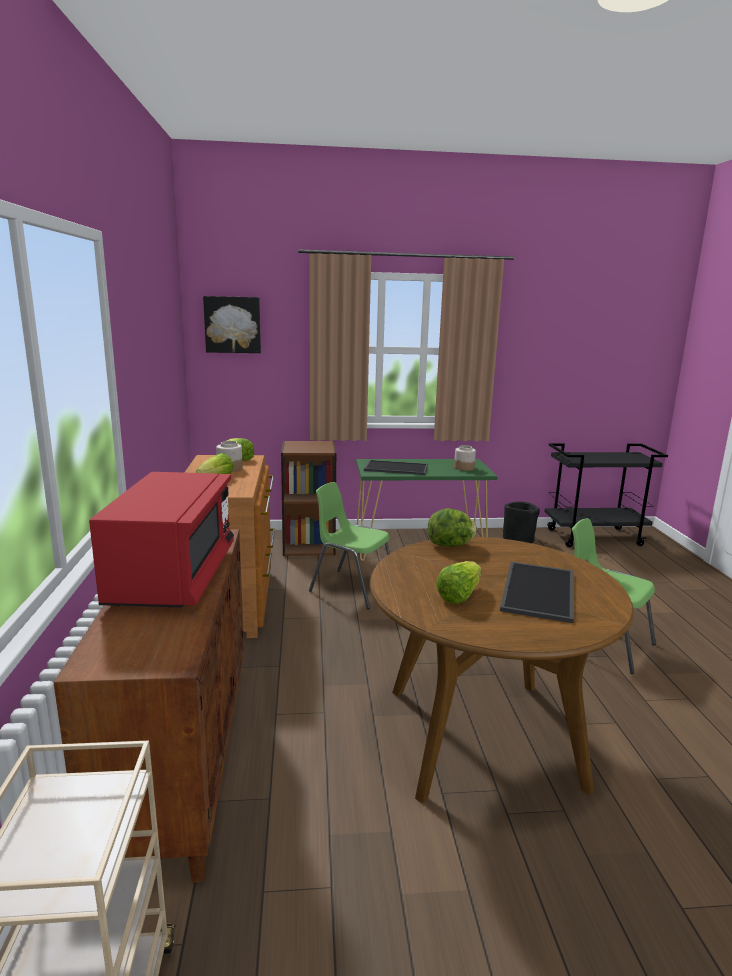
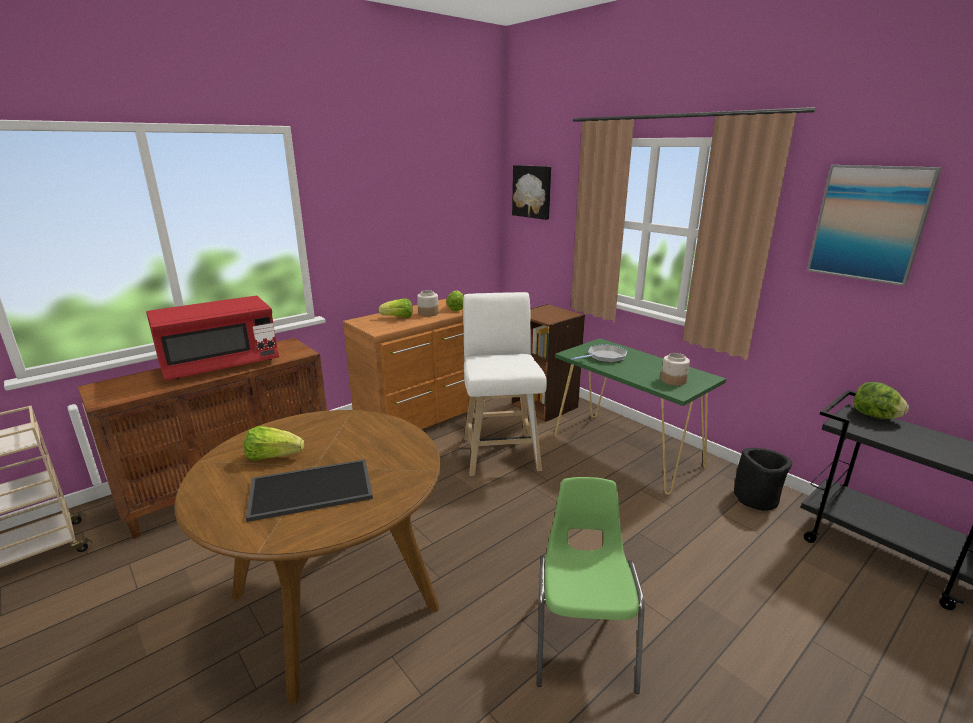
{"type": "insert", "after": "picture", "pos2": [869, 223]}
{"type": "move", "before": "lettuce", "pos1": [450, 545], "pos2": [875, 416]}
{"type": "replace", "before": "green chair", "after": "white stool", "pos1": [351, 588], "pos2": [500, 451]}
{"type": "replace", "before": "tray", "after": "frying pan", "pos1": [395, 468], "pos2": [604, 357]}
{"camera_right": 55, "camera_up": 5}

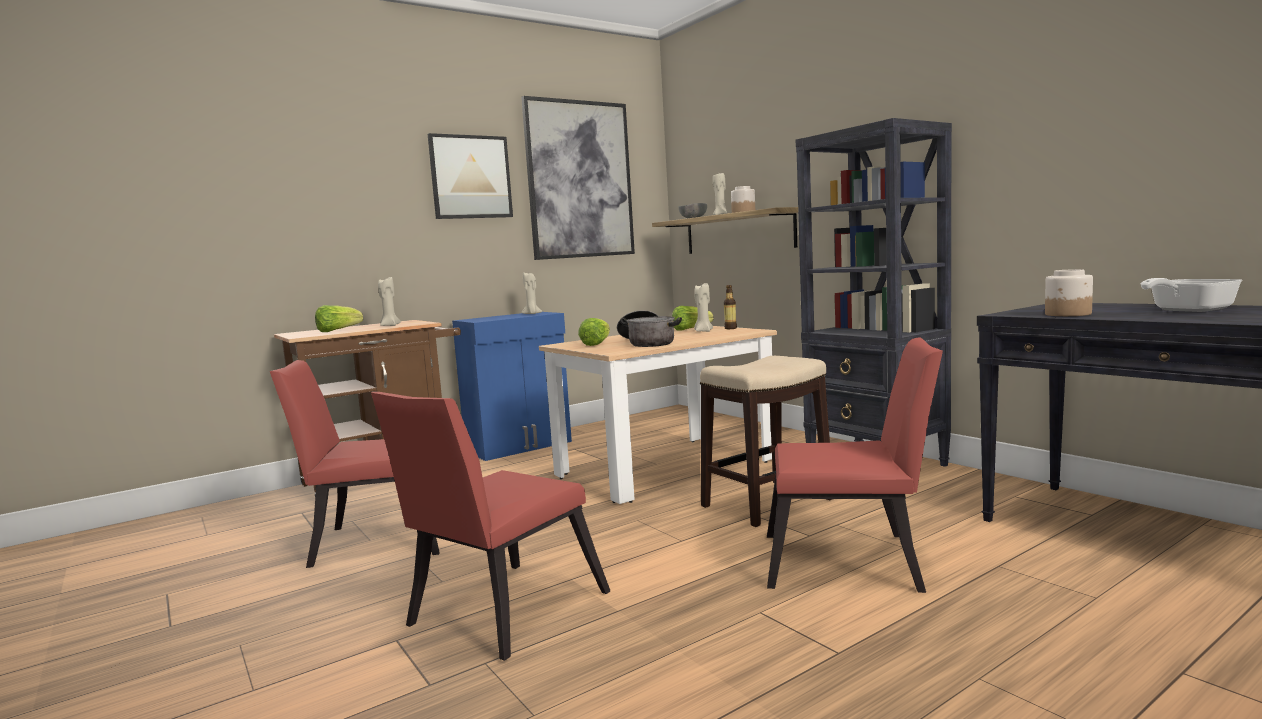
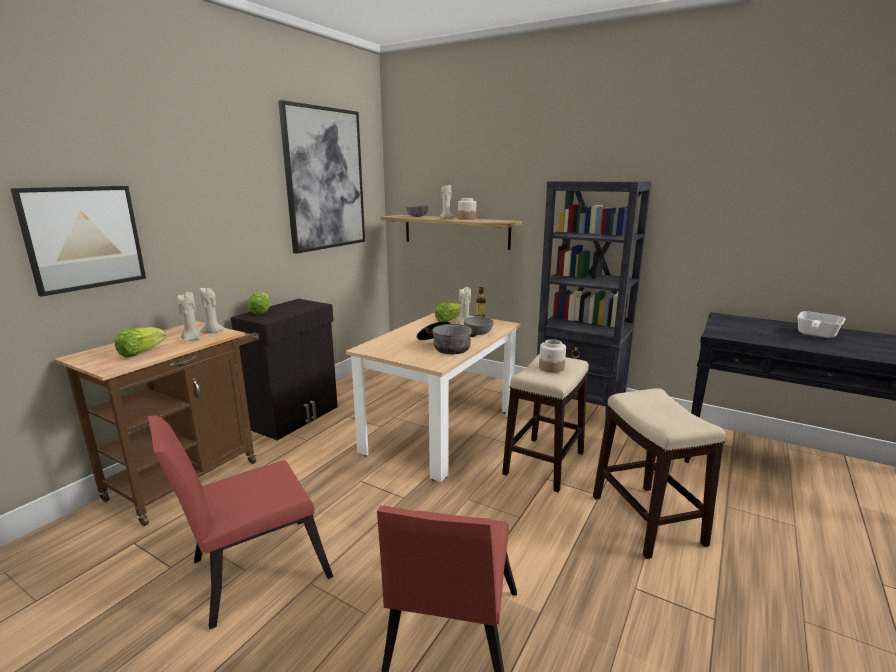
{"type": "insert", "after": "grey bowl", "pos2": [479, 333]}
{"type": "move", "before": "picture", "pos1": [471, 177], "pos2": [84, 238]}
{"type": "move", "before": "beige candle", "pos1": [532, 314], "pos2": [213, 332]}
{"type": "move", "before": "lettuce", "pos1": [596, 344], "pos2": [261, 311]}
{"type": "move", "before": "jar", "pos1": [1068, 314], "pos2": [551, 368]}
{"type": "replace", "before": "red chair", "after": "stool", "pos1": [851, 563], "pos2": [647, 520]}
{"type": "recolor", "before": "blue cabinet", "after": "black cabinet", "pos1": [520, 446], "pos2": [295, 417]}
{"camera_right": -25, "camera_up": 10}

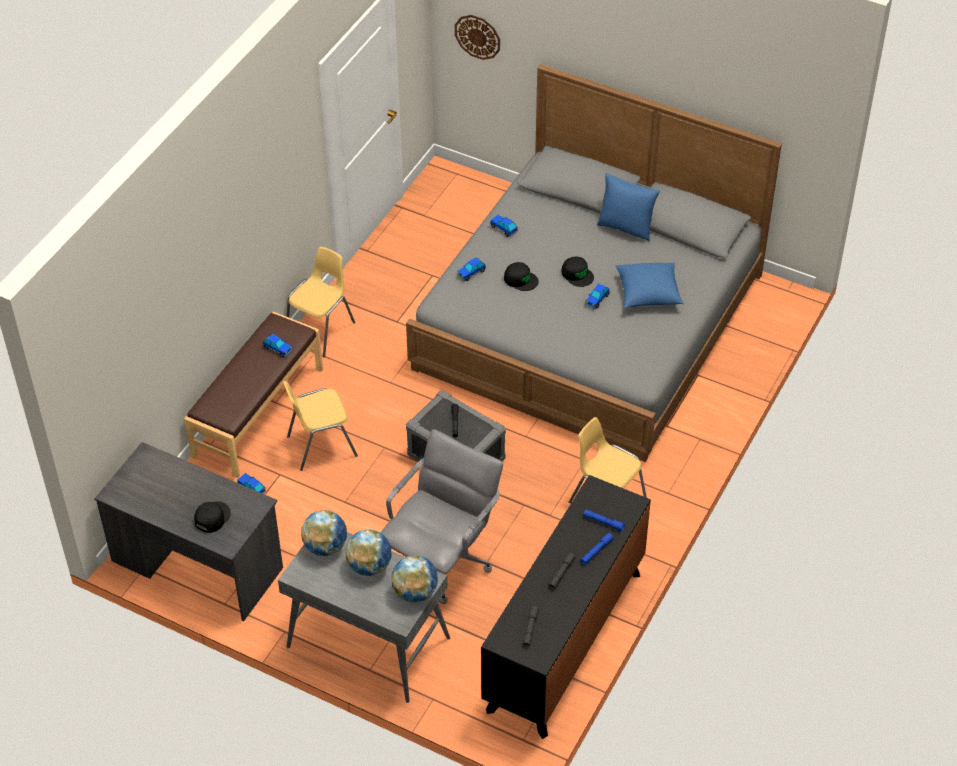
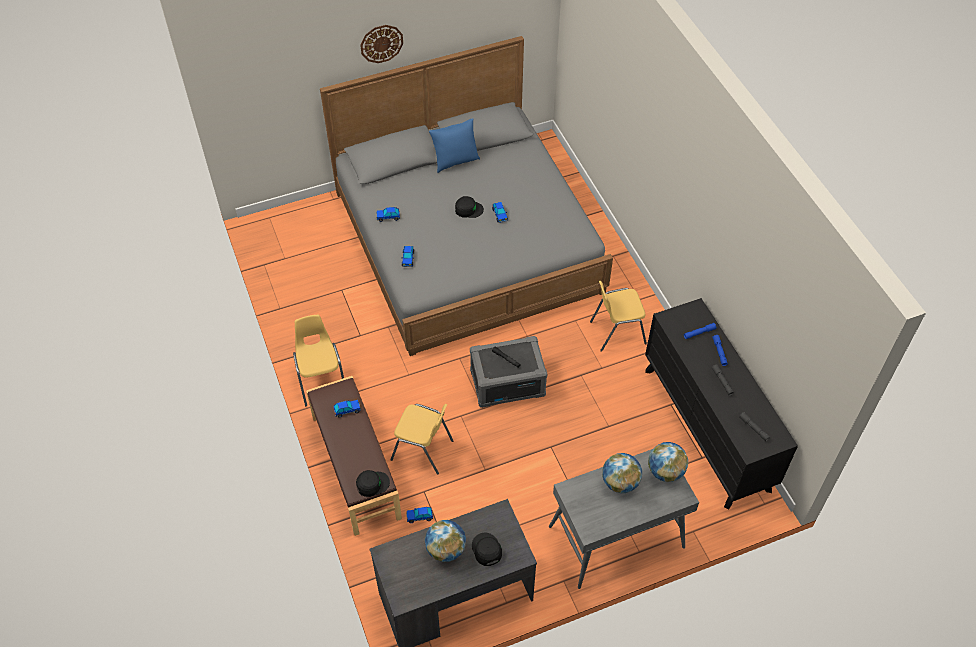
{"type": "delete", "before": "grey office chair", "pos1": [442, 561]}
{"type": "delete", "before": "blue pillow", "pos1": [648, 294]}
{"type": "move", "before": "globe", "pos1": [325, 546], "pos2": [446, 549]}
{"type": "move", "before": "wall clock", "pos1": [477, 36], "pos2": [381, 43]}
{"type": "move", "before": "black cap", "pos1": [520, 279], "pos2": [372, 484]}
{"type": "rotate", "before": "yellow chair", "pos1": [321, 445], "pos2": [423, 450], "turn": -90}
{"camera_right": -50, "camera_up": 5}

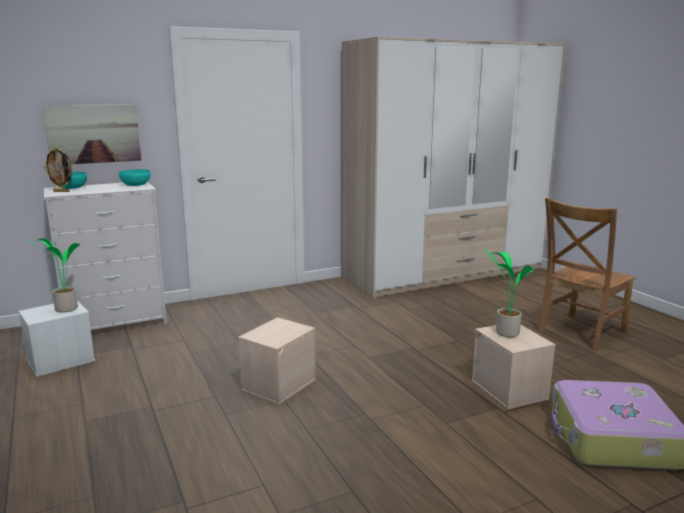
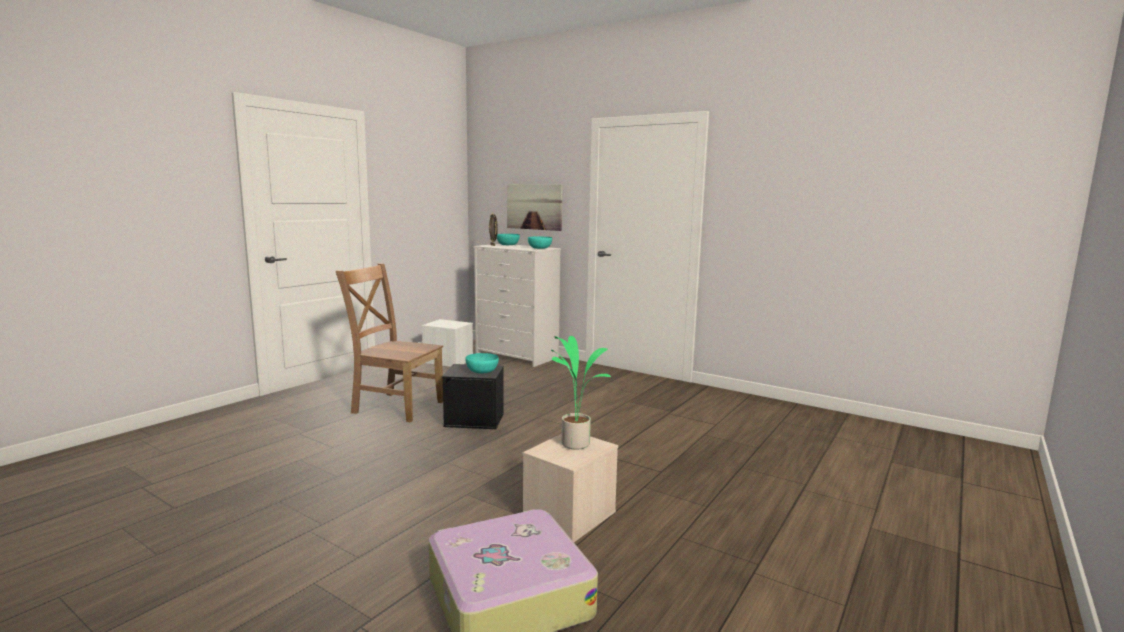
{"type": "delete", "before": "potted plant", "pos1": [64, 309]}
{"type": "delete", "before": "wardrobe", "pos1": [445, 273]}
{"type": "insert", "after": "turquoise bowl", "pos2": [481, 371]}
{"type": "move", "before": "brown chair", "pos1": [579, 332], "pos2": [395, 406]}
{"type": "recolor", "before": "beige storage box", "after": "black storage box", "pos1": [279, 384], "pos2": [475, 419]}
{"camera_right": 60, "camera_up": -5}

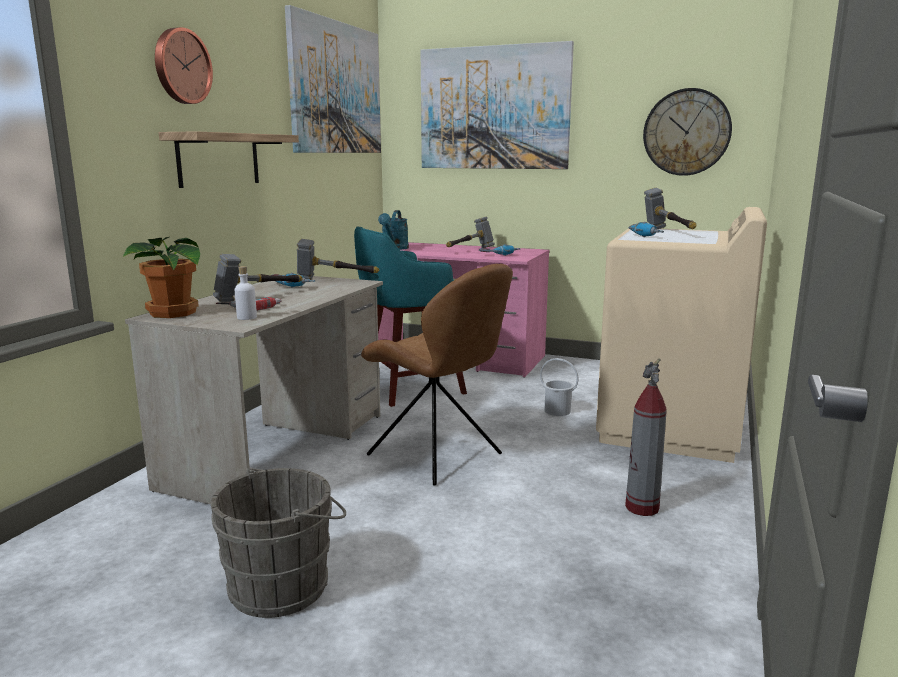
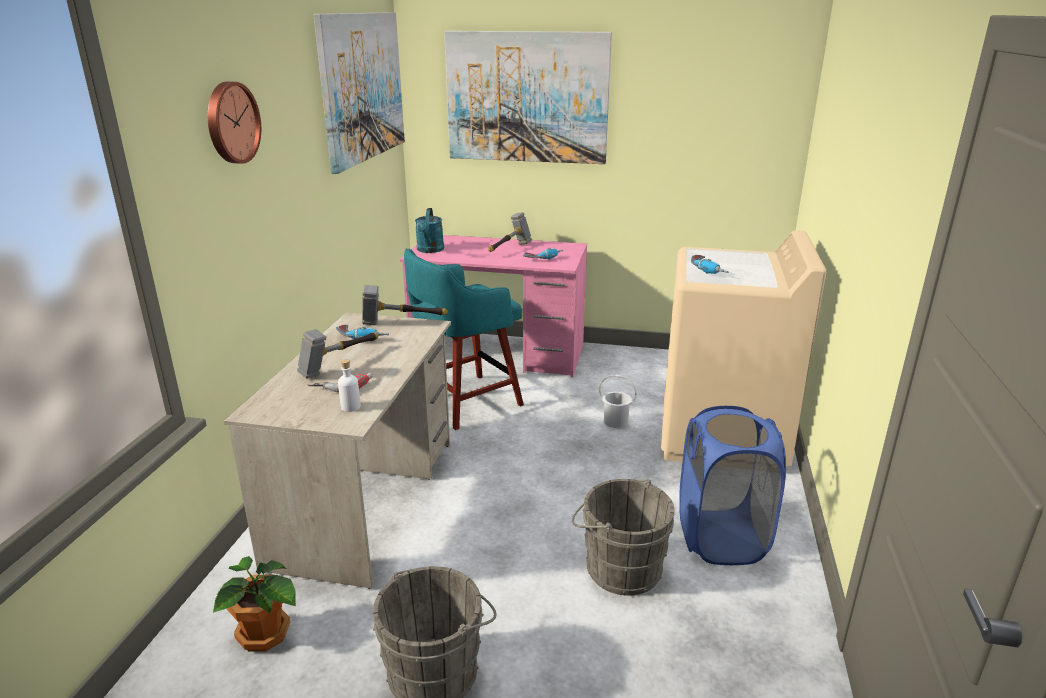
{"type": "delete", "before": "shelf", "pos1": [219, 159]}
{"type": "delete", "before": "brown chair", "pos1": [438, 456]}
{"type": "delete", "before": "wall clock", "pos1": [686, 132]}
{"type": "delete", "before": "hammer", "pos1": [668, 233]}
{"type": "insert", "after": "grey bucket", "pos2": [619, 567]}
{"type": "move", "before": "potted plant", "pos1": [172, 313], "pos2": [264, 636]}
{"type": "replace", "before": "fire extinguisher", "after": "blue laundry basket", "pos1": [642, 508], "pos2": [721, 538]}
{"camera_right": -10, "camera_up": 10}

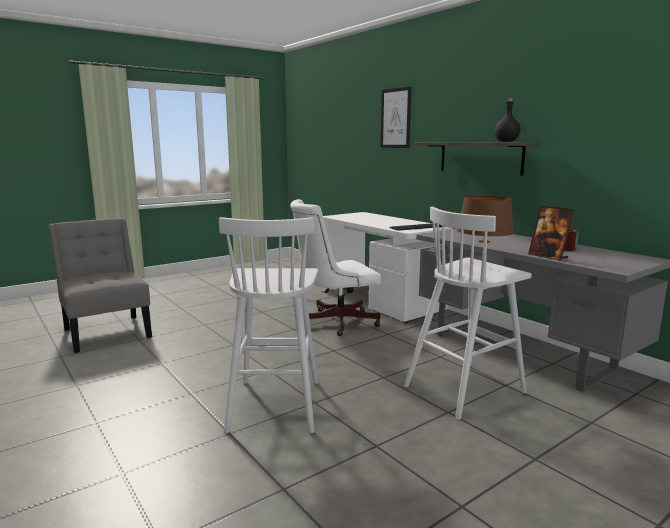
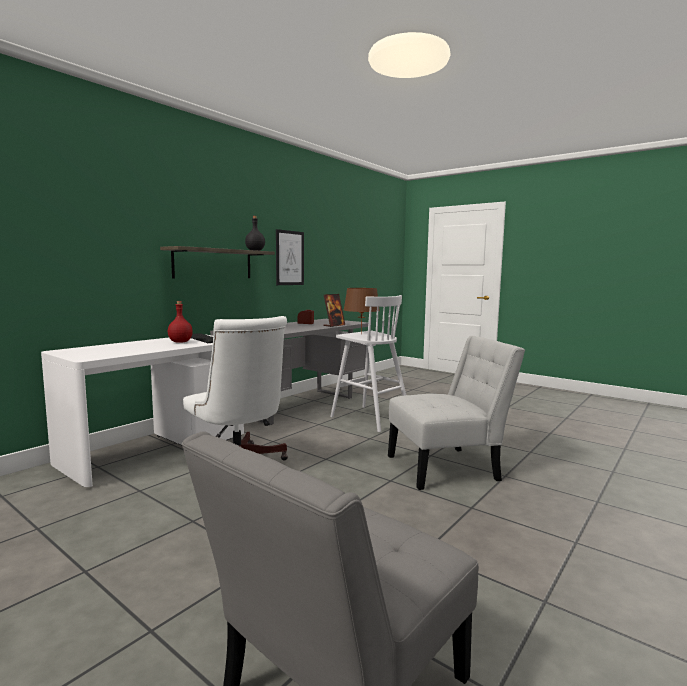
{"type": "insert", "after": "red bottle", "pos2": [181, 342]}
{"type": "move", "before": "picture", "pos1": [395, 118], "pos2": [289, 258]}
{"type": "replace", "before": "white stool", "after": "white chair", "pos1": [275, 404], "pos2": [448, 467]}
{"camera_right": -105, "camera_up": -5}

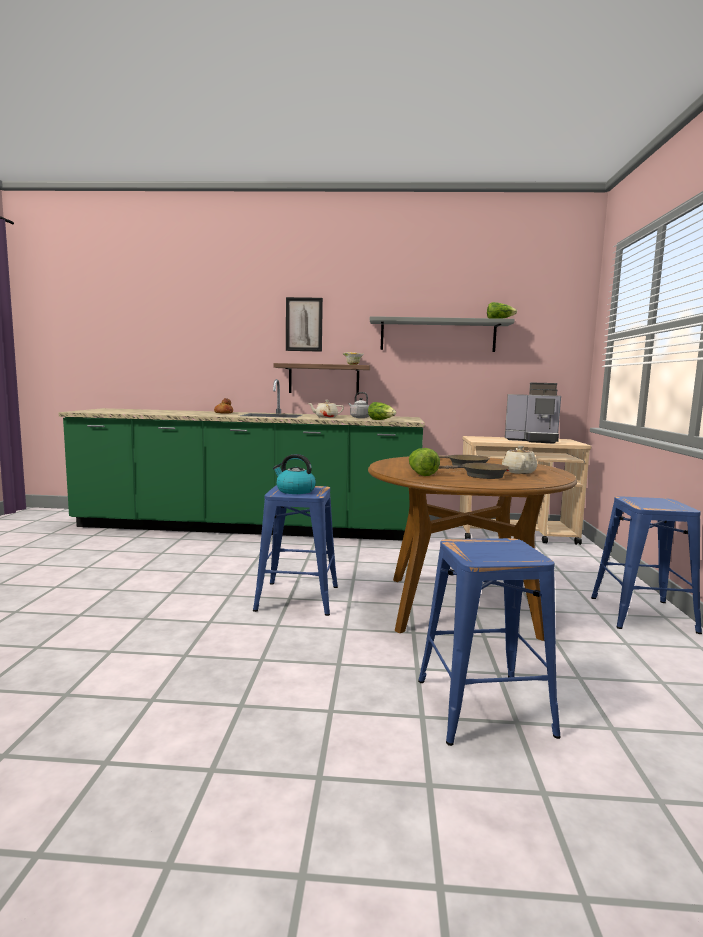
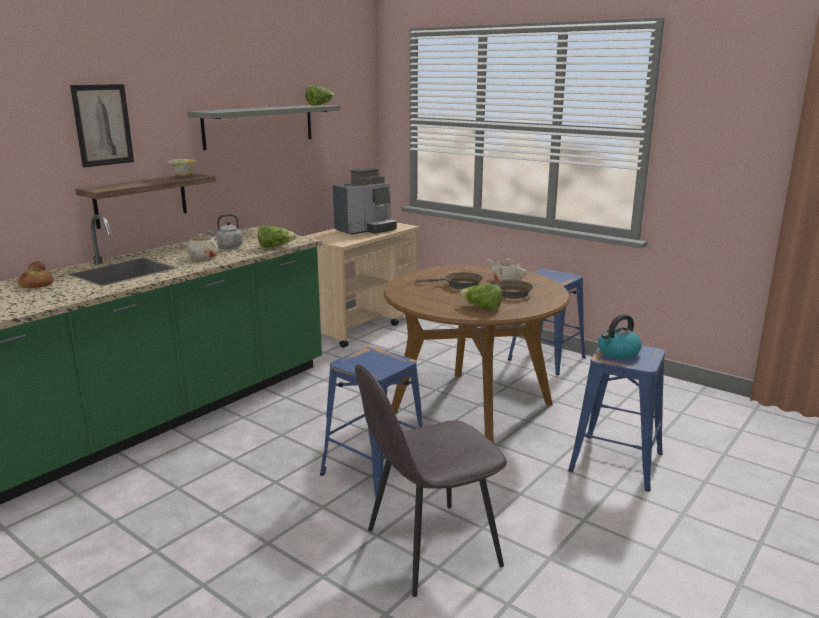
{"type": "insert", "after": "grey chair", "pos2": [429, 548]}
{"type": "move", "before": "kettle", "pos1": [295, 491], "pos2": [618, 353]}
{"camera_right": -55, "camera_up": 10}

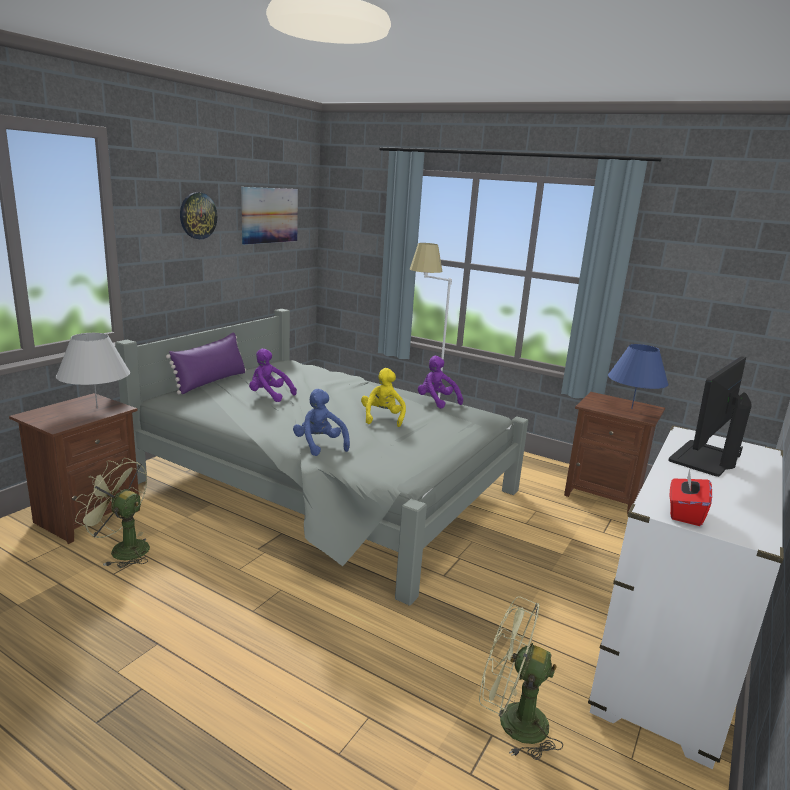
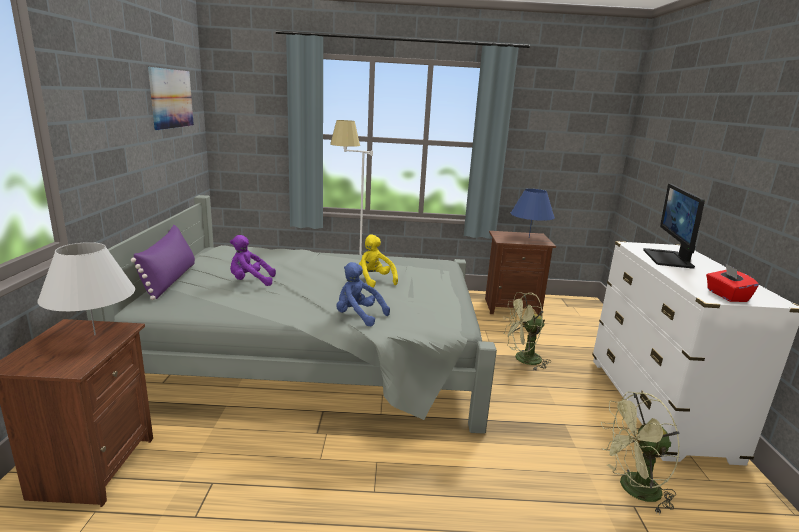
{"type": "delete", "before": "wall clock", "pos1": [197, 215]}
{"type": "delete", "before": "purple plush toy", "pos1": [436, 401]}
{"type": "move", "before": "green fan", "pos1": [122, 549], "pos2": [522, 359]}
{"camera_right": -30, "camera_up": 0}

